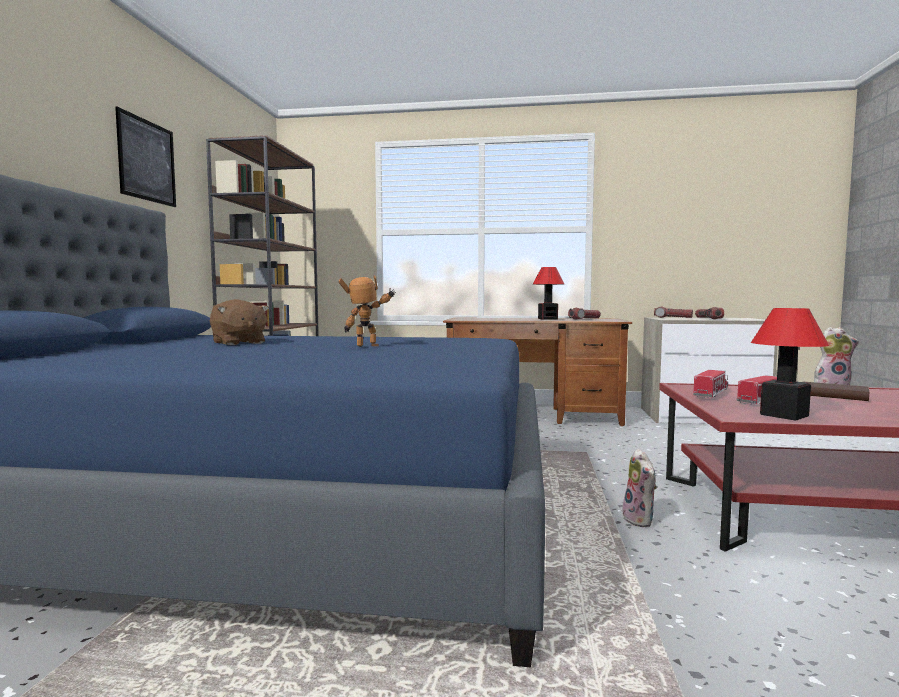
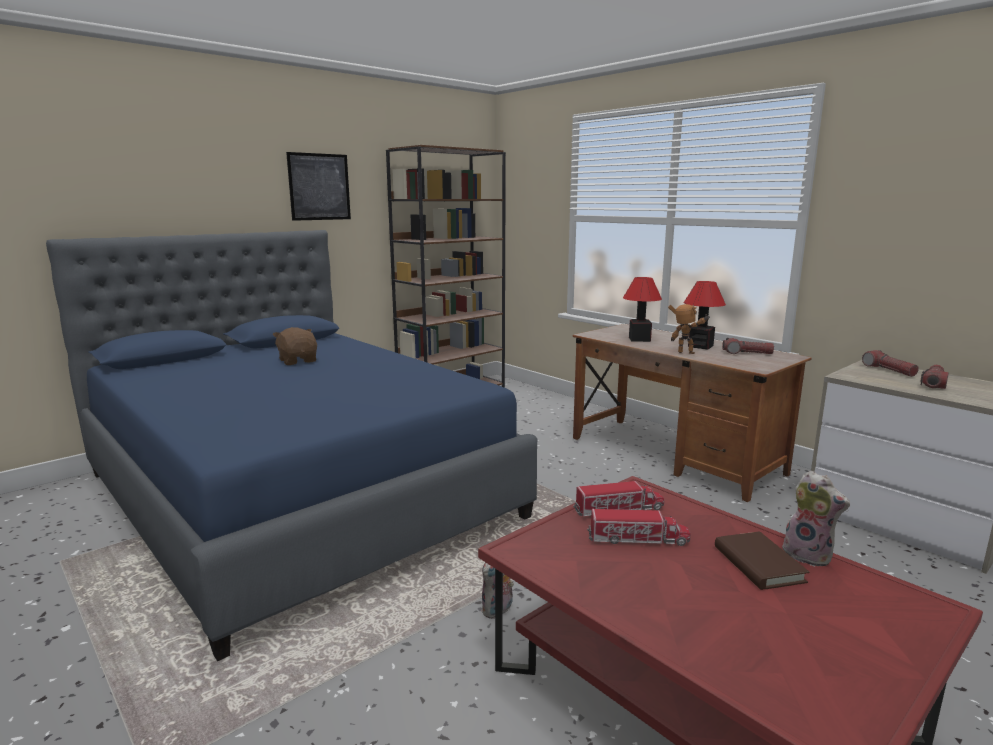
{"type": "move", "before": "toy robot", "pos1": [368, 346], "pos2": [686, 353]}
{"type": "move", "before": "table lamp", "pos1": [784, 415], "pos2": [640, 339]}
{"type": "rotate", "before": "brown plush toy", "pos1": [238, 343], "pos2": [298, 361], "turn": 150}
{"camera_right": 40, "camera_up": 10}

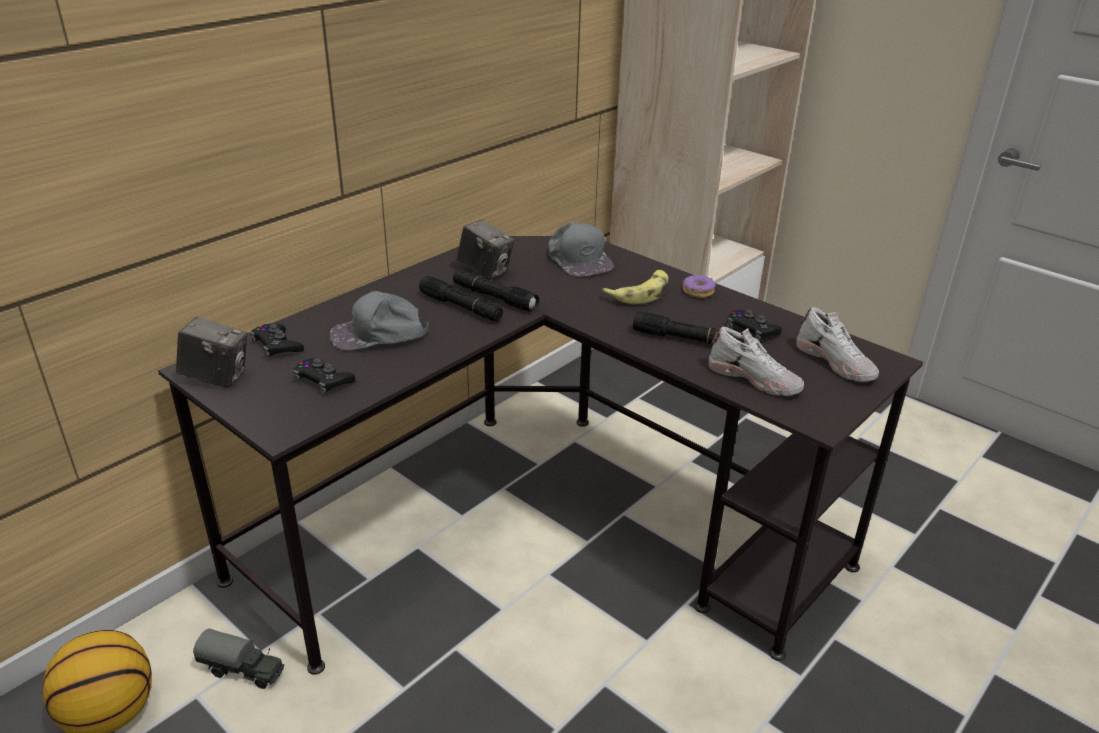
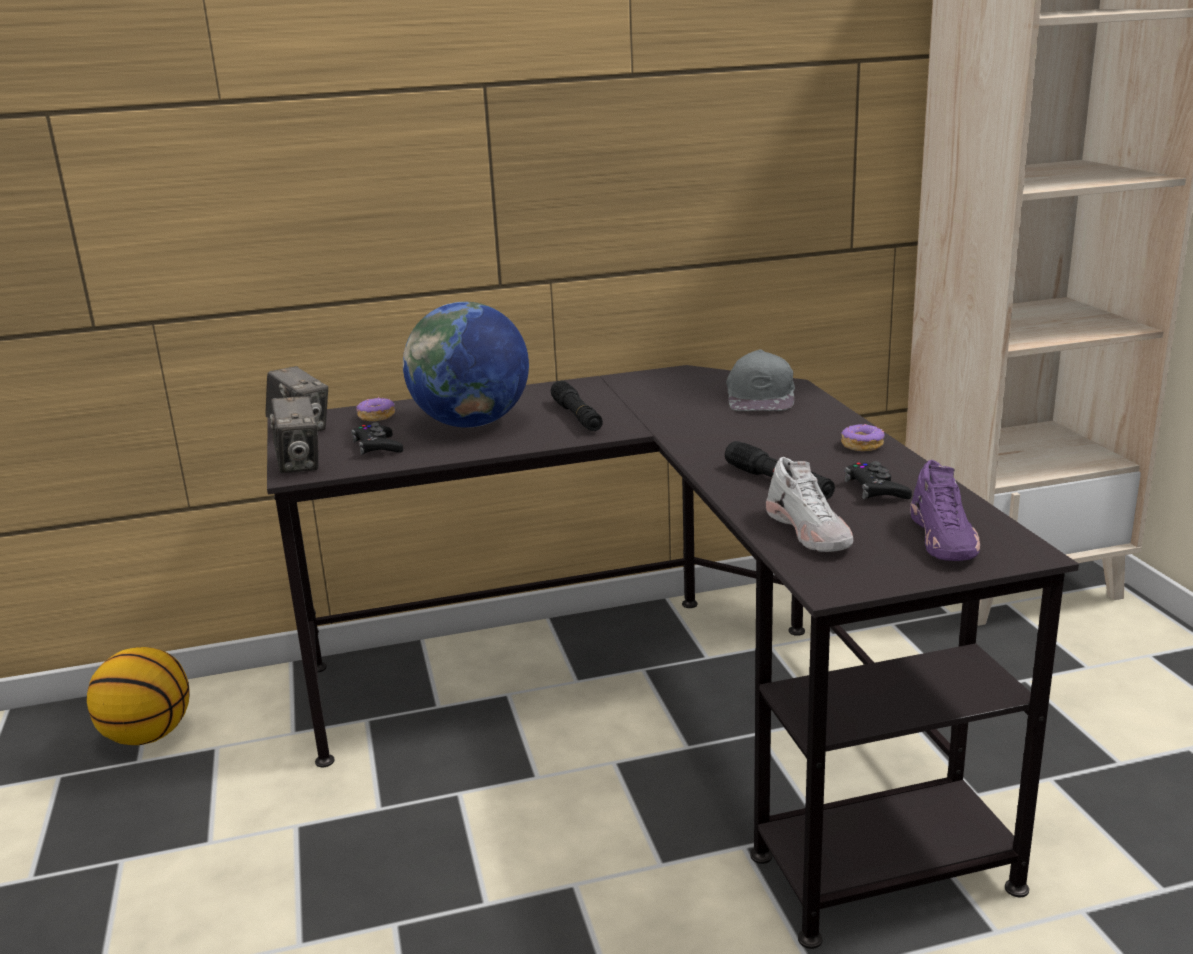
{"type": "delete", "before": "toy truck", "pos1": [243, 670]}
{"type": "delete", "before": "black flashlight", "pos1": [494, 298]}
{"type": "delete", "before": "banana", "pos1": [640, 293]}
{"type": "move", "before": "photo camera", "pos1": [485, 271], "pos2": [299, 464]}
{"type": "replace", "before": "black game controller", "after": "donut", "pos1": [277, 346], "pos2": [376, 416]}
{"type": "replace", "before": "grey cap", "after": "globe", "pos1": [379, 334], "pos2": [471, 423]}
{"type": "recolor", "before": "white shoe", "after": "purple shoe", "pos1": [836, 362], "pos2": [944, 538]}
{"camera_right": 35, "camera_up": -10}

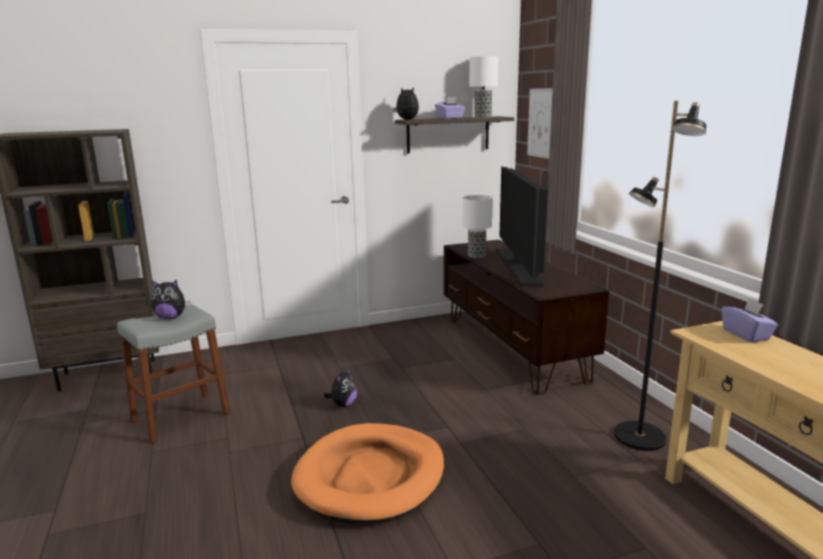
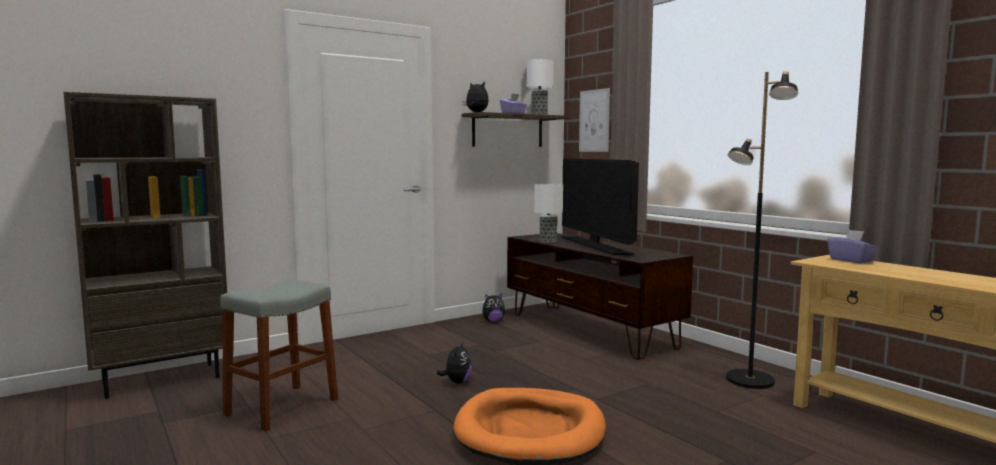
{"type": "move", "before": "plush toy", "pos1": [171, 317], "pos2": [493, 321]}
{"camera_right": -15, "camera_up": -10}

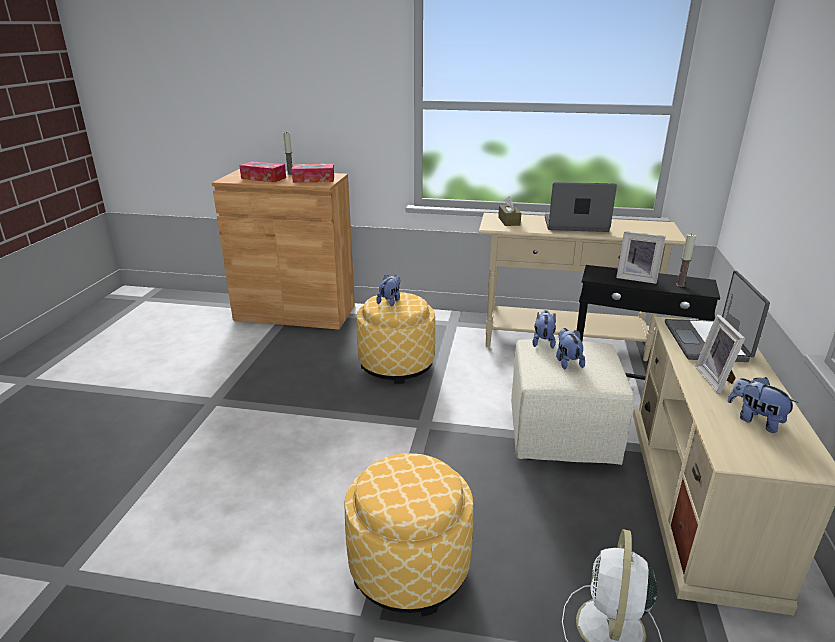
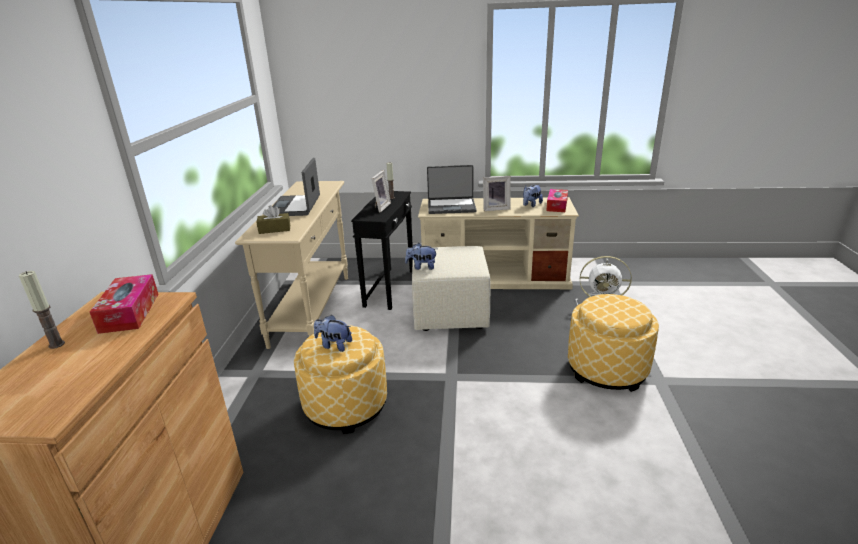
{"type": "delete", "before": "plush toy", "pos1": [567, 362]}
{"type": "move", "before": "tissue box", "pos1": [263, 178], "pos2": [557, 205]}
{"camera_right": -95, "camera_up": 0}

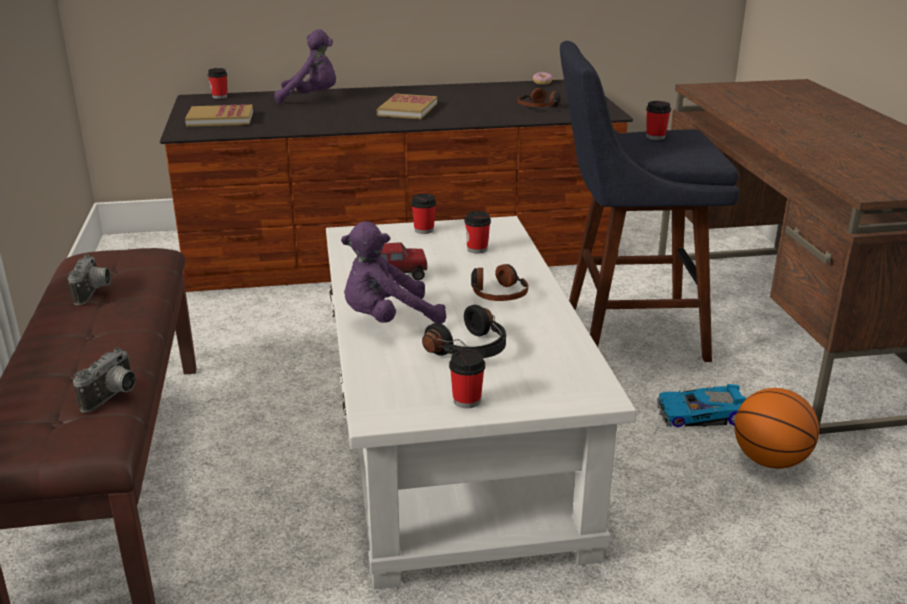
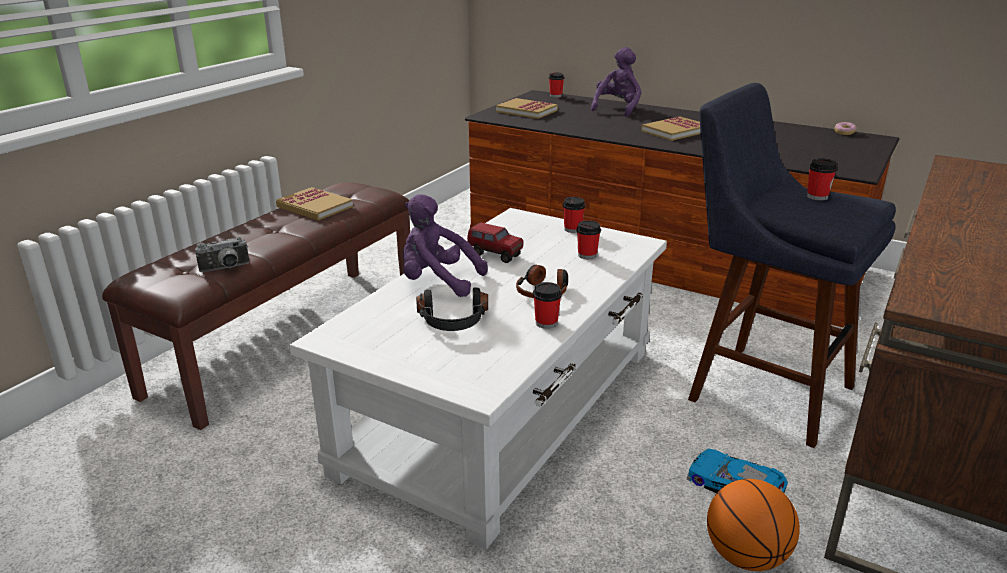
{"type": "delete", "before": "headphones", "pos1": [539, 107]}
{"type": "move", "before": "cup", "pos1": [466, 400], "pos2": [546, 323]}
{"type": "replace", "before": "photo camera", "after": "book", "pos1": [94, 292], "pos2": [314, 207]}
{"type": "rotate", "before": "purple plush toy", "pos1": [311, 98], "pos2": [617, 109], "turn": -105}
{"camera_right": 40, "camera_up": 0}

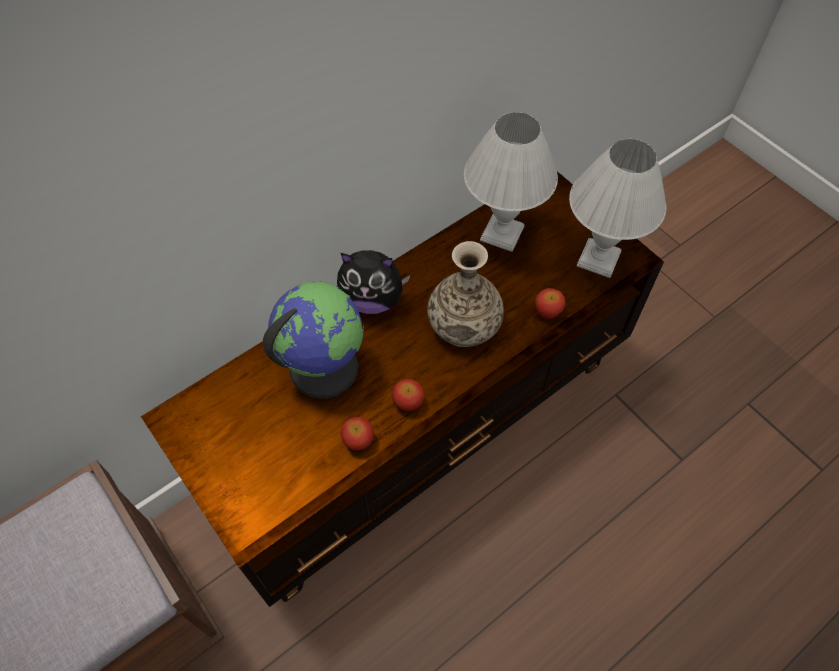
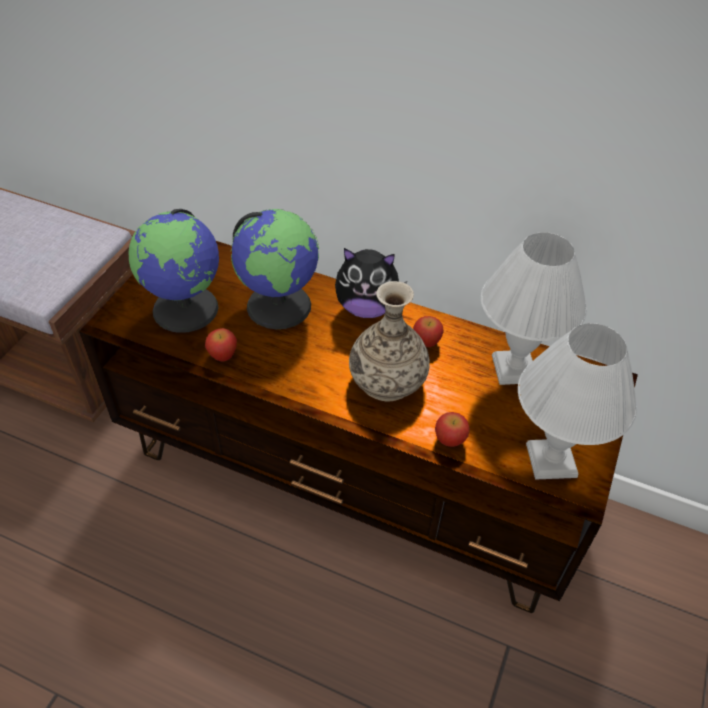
{"type": "insert", "after": "globe", "pos2": [187, 309]}
{"type": "move", "before": "apple", "pos1": [408, 402], "pos2": [426, 341]}
{"type": "rotate", "before": "plush toy", "pos1": [372, 300], "pos2": [367, 308], "turn": -60}
{"camera_right": 60, "camera_up": -10}

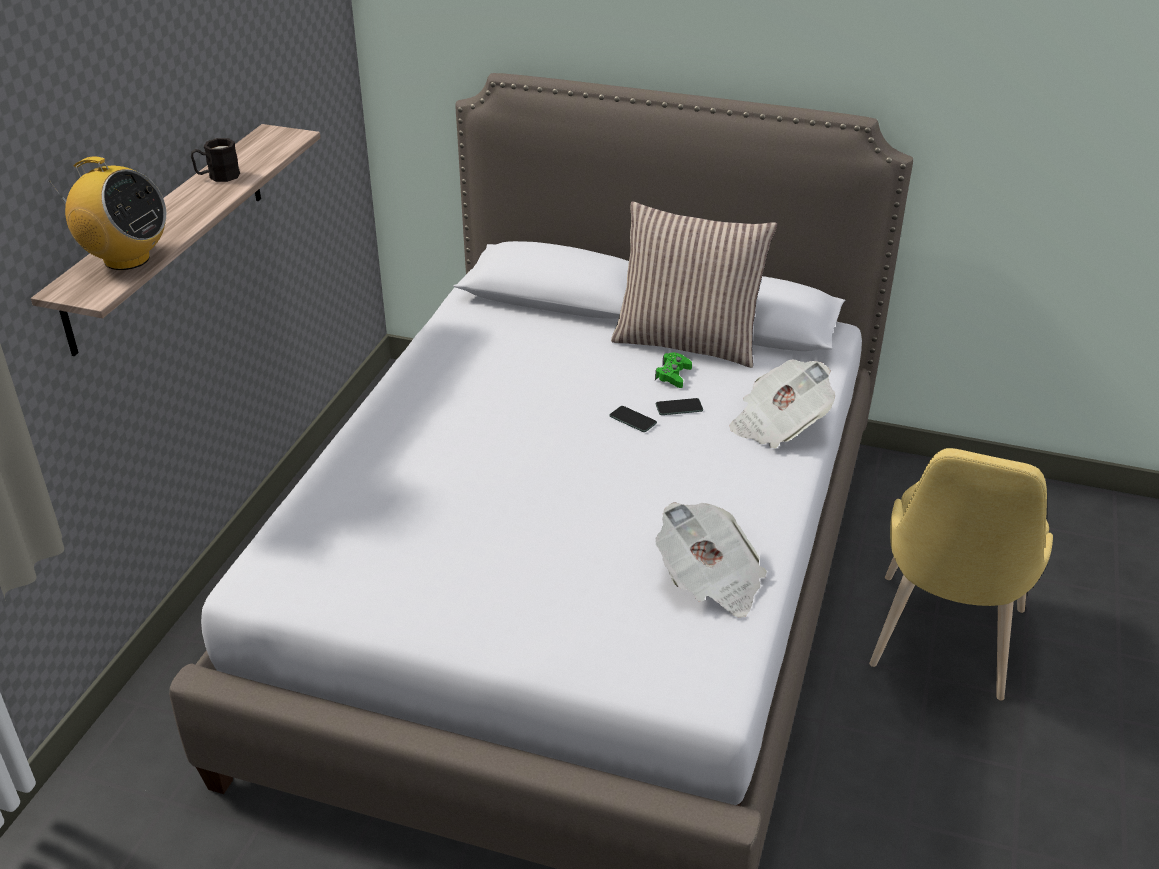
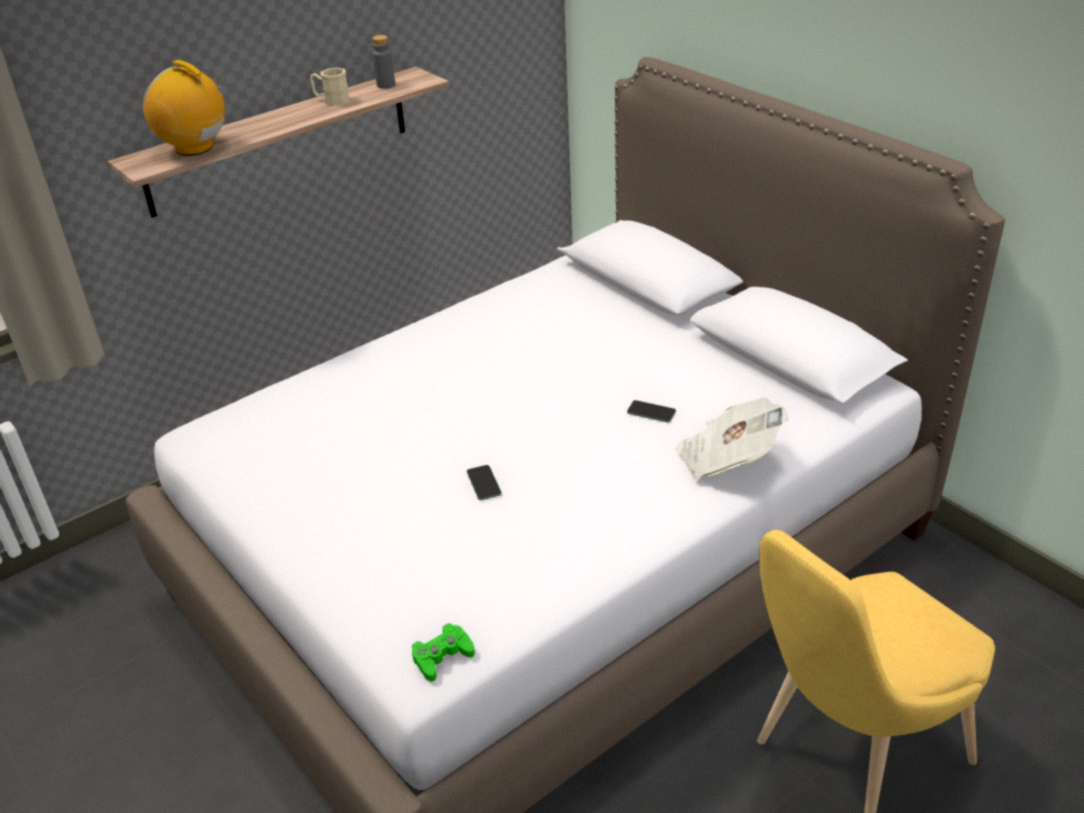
{"type": "delete", "before": "pillow", "pos1": [688, 342]}
{"type": "delete", "before": "newspaper", "pos1": [710, 581]}
{"type": "insert", "after": "grey bottle", "pos2": [386, 85]}
{"type": "move", "before": "phone", "pos1": [633, 419], "pos2": [484, 483]}
{"type": "move", "before": "green game controller", "pos1": [673, 375], "pos2": [442, 657]}
{"type": "recolor", "before": "black mug", "after": "beige mug", "pos1": [217, 176], "pos2": [332, 100]}
{"type": "rotate", "before": "radio", "pos1": [126, 259], "pos2": [195, 148], "turn": 150}
{"camera_right": 35, "camera_up": 0}

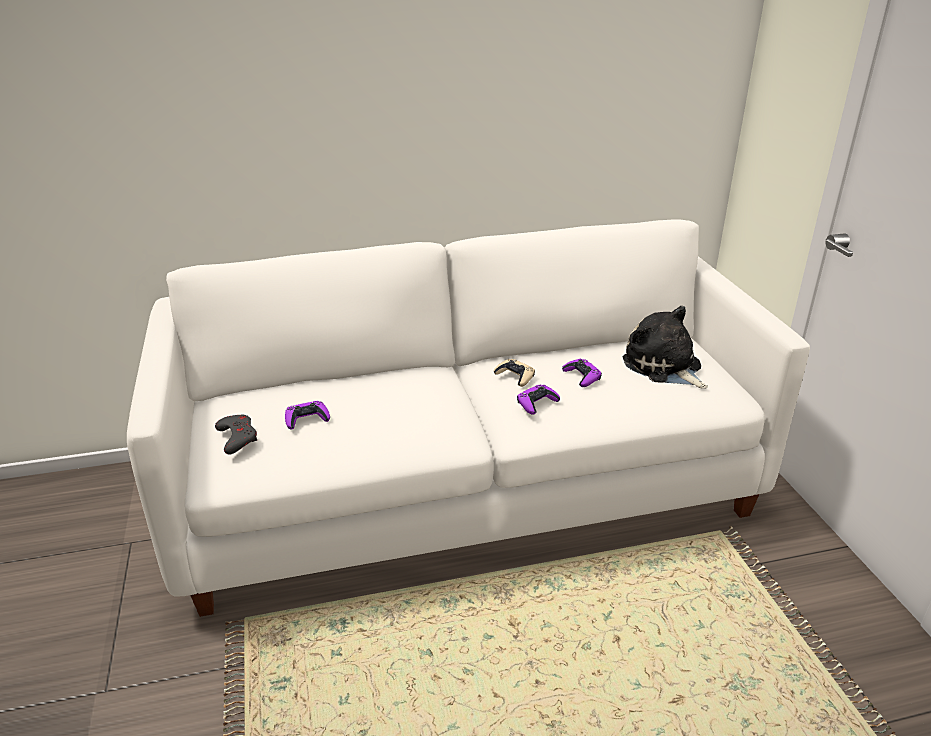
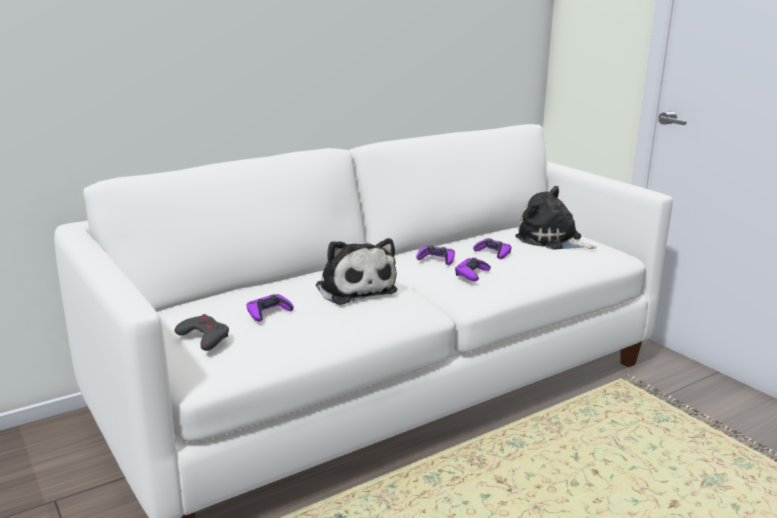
{"type": "insert", "after": "plush toy", "pos2": [354, 288]}
{"type": "recolor", "before": "beige game controller", "after": "purple game controller", "pos1": [515, 376], "pos2": [436, 259]}
{"camera_right": -20, "camera_up": -10}

